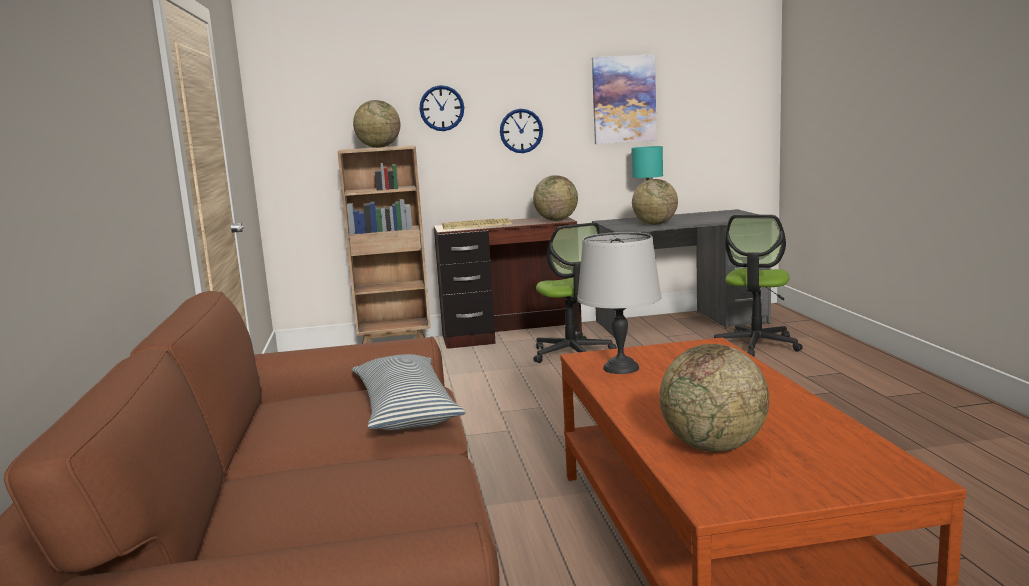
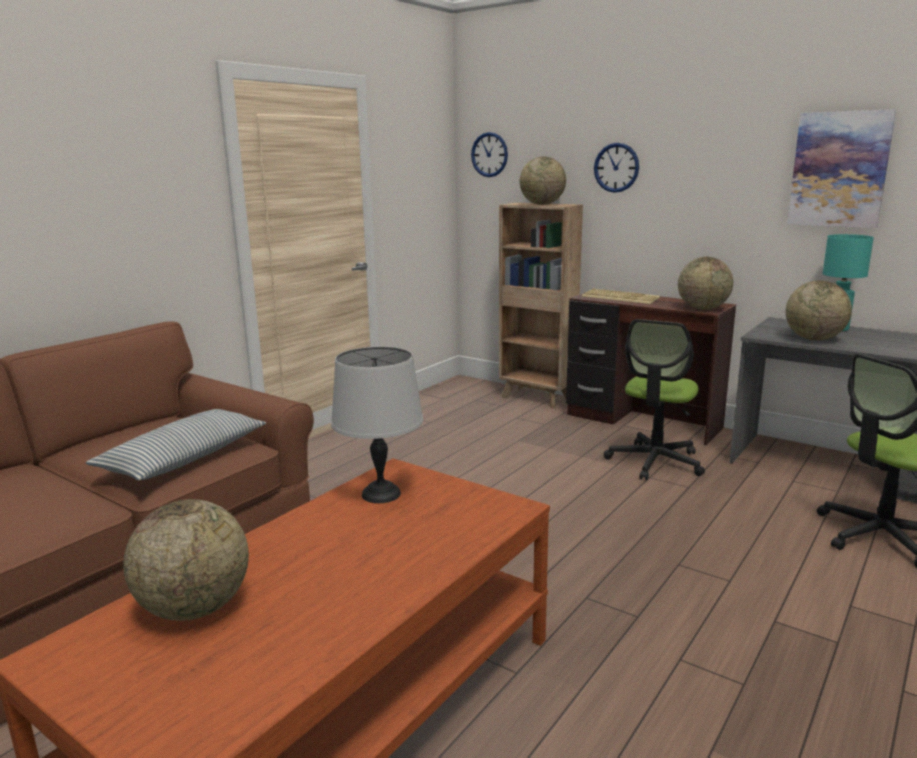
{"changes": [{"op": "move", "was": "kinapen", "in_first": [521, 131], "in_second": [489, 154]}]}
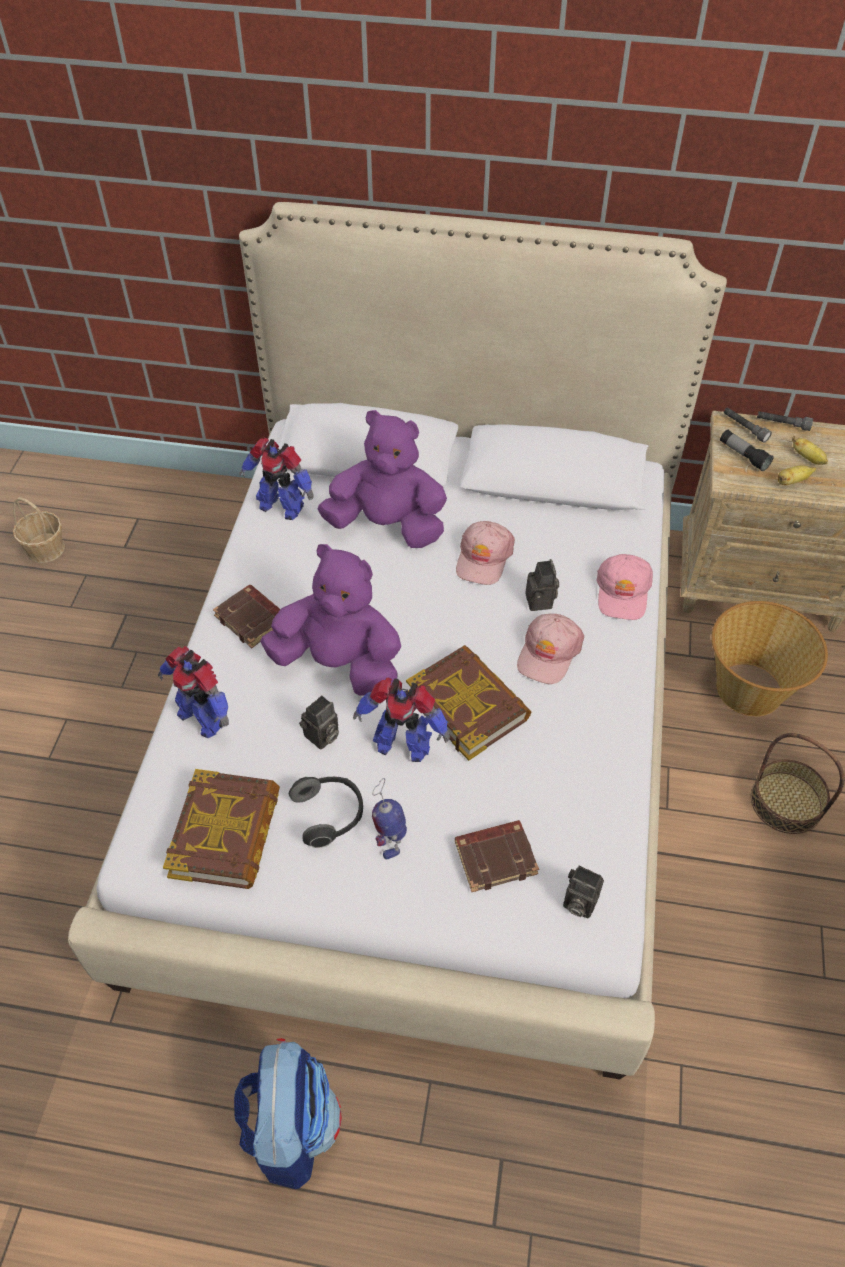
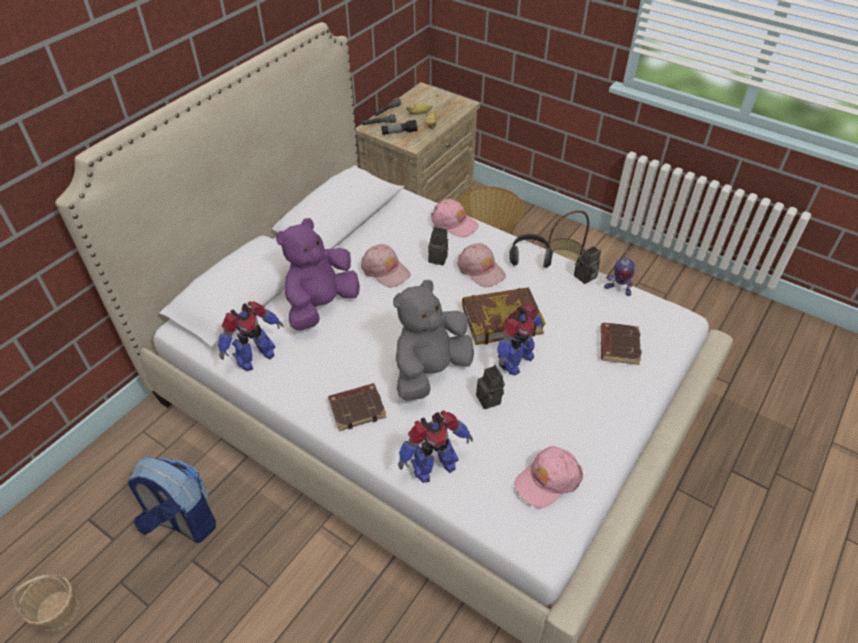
{"changes": [{"op": "recolor", "was": "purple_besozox", "now": "grey_besozox", "in_first": [339, 663], "in_second": [430, 371]}, {"op": "replace", "was": "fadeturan", "now": "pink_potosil", "in_first": [226, 834], "in_second": [547, 480]}, {"op": "move", "was": "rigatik", "in_first": [330, 815], "in_second": [530, 257]}, {"op": "move", "was": "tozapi", "in_first": [390, 838], "in_second": [617, 289]}, {"op": "move", "was": "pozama", "in_first": [578, 902], "in_second": [585, 277]}, {"op": "move", "was": "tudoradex", "in_first": [291, 1127], "in_second": [181, 521]}]}
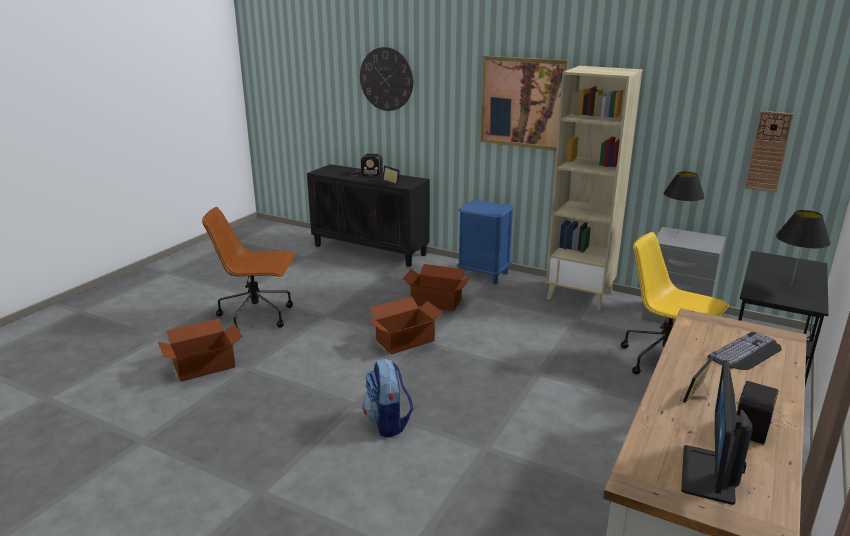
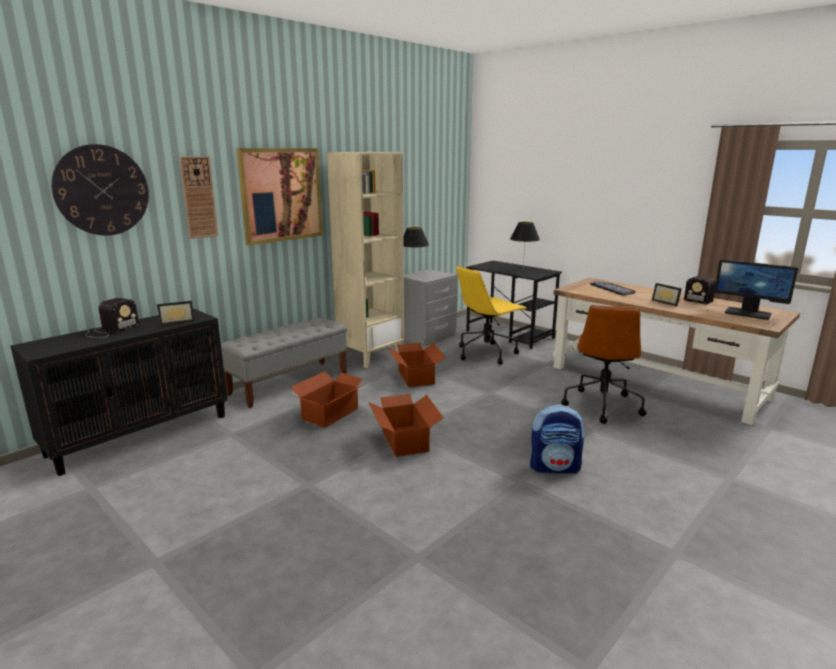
{"changes": [{"op": "move", "was": "kinapen", "in_first": [768, 151], "in_second": [199, 197]}, {"op": "replace", "was": "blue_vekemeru", "now": "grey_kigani", "in_first": [483, 274], "in_second": [289, 383]}, {"op": "move", "was": "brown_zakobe", "in_first": [257, 316], "in_second": [601, 405]}, {"op": "move", "was": "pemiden", "in_first": [204, 366], "in_second": [415, 377]}]}
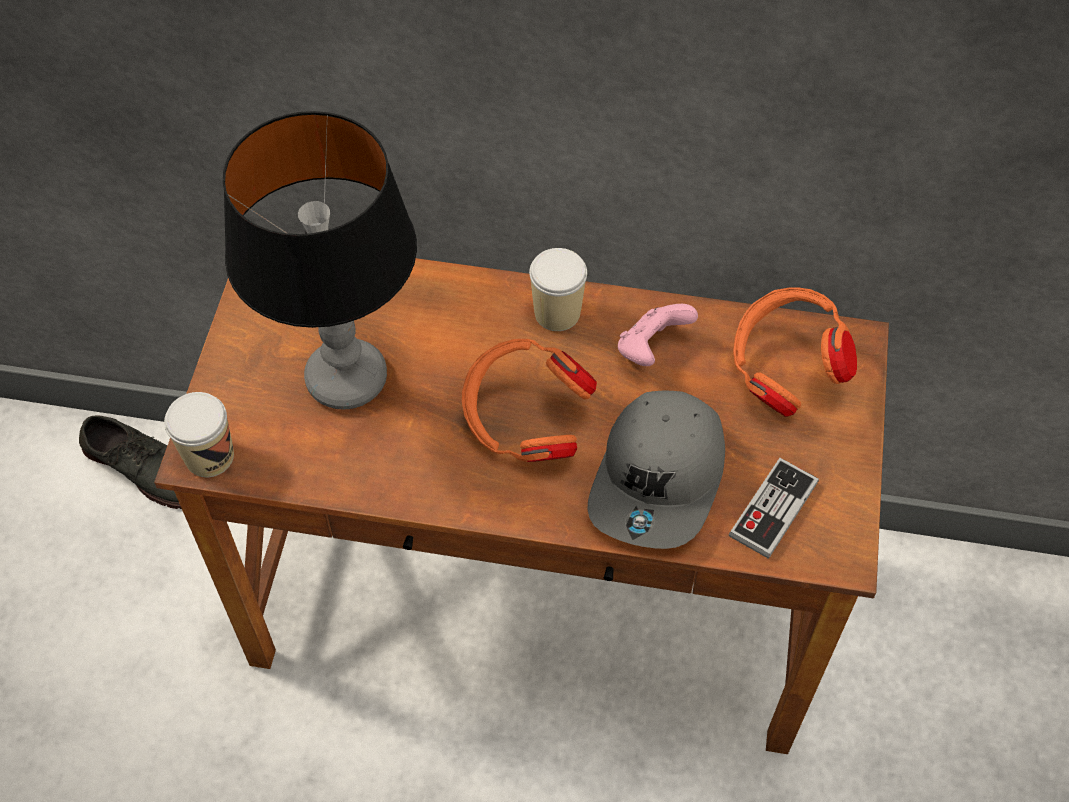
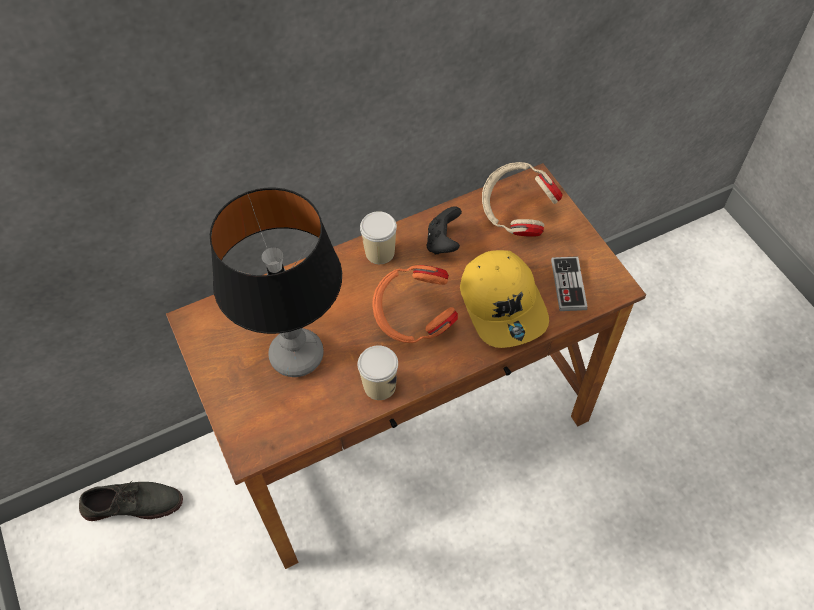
{"changes": [{"op": "recolor", "was": "orange_rigatik", "now": "beige_rigatik", "in_first": [784, 372], "in_second": [516, 215]}, {"op": "recolor", "was": "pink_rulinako", "now": "black_rulinako", "in_first": [651, 349], "in_second": [443, 242]}, {"op": "recolor", "was": "grey_potosil", "now": "yellow_potosil", "in_first": [659, 479], "in_second": [503, 304]}, {"op": "move", "was": "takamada", "in_first": [209, 456], "in_second": [379, 386]}]}
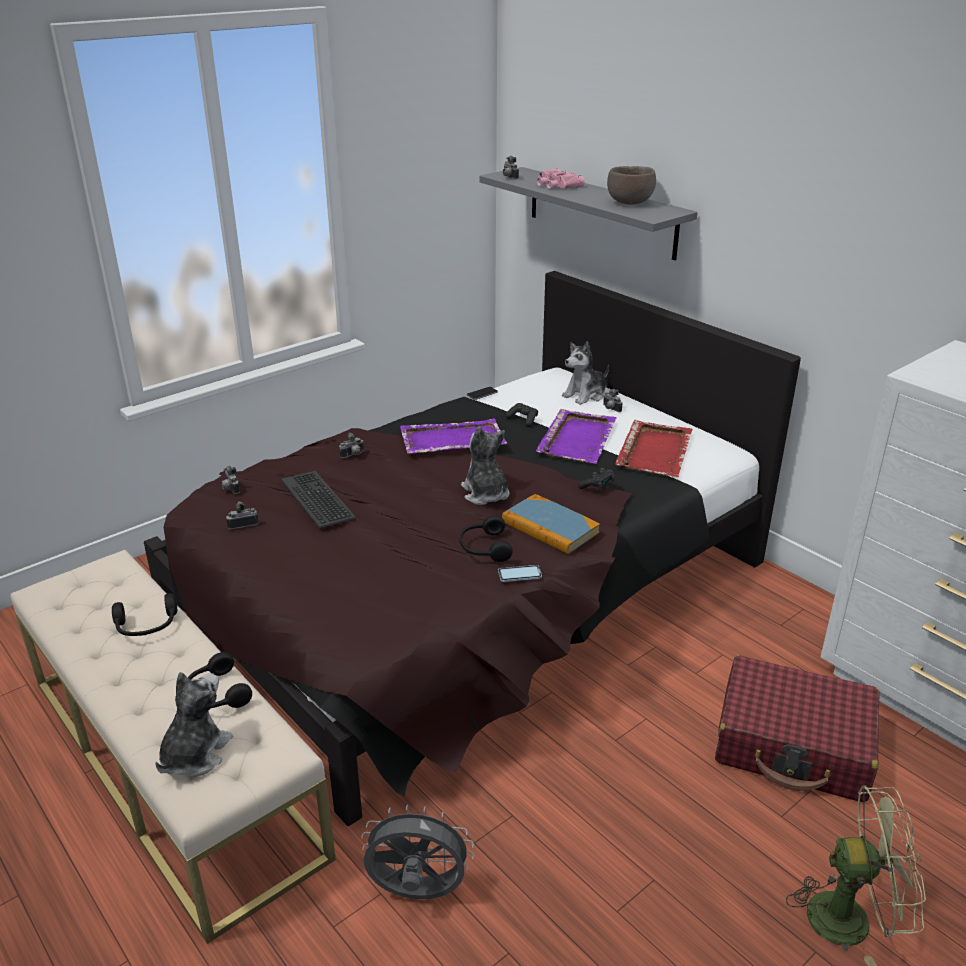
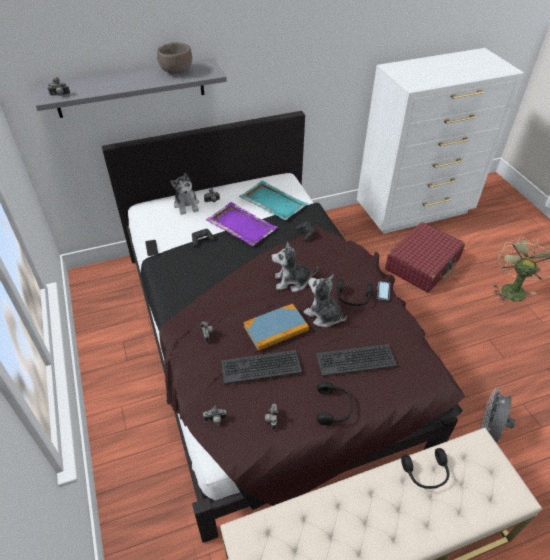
{"changes": [{"op": "delete", "was": "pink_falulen", "in_first": [557, 185]}, {"op": "delete", "was": "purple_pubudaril", "in_first": [451, 440]}, {"op": "recolor", "was": "red_pubudaril", "now": "turquoise_pubudaril", "in_first": [655, 451], "in_second": [273, 202]}, {"op": "move", "was": "fadeturan", "in_first": [550, 527], "in_second": [276, 329]}, {"op": "move", "was": "black_rigatik", "in_first": [146, 626], "in_second": [334, 407]}, {"op": "move", "was": "besozox", "in_first": [194, 754], "in_second": [323, 315]}, {"op": "insert", "now": "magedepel", "in_second": [355, 360]}]}
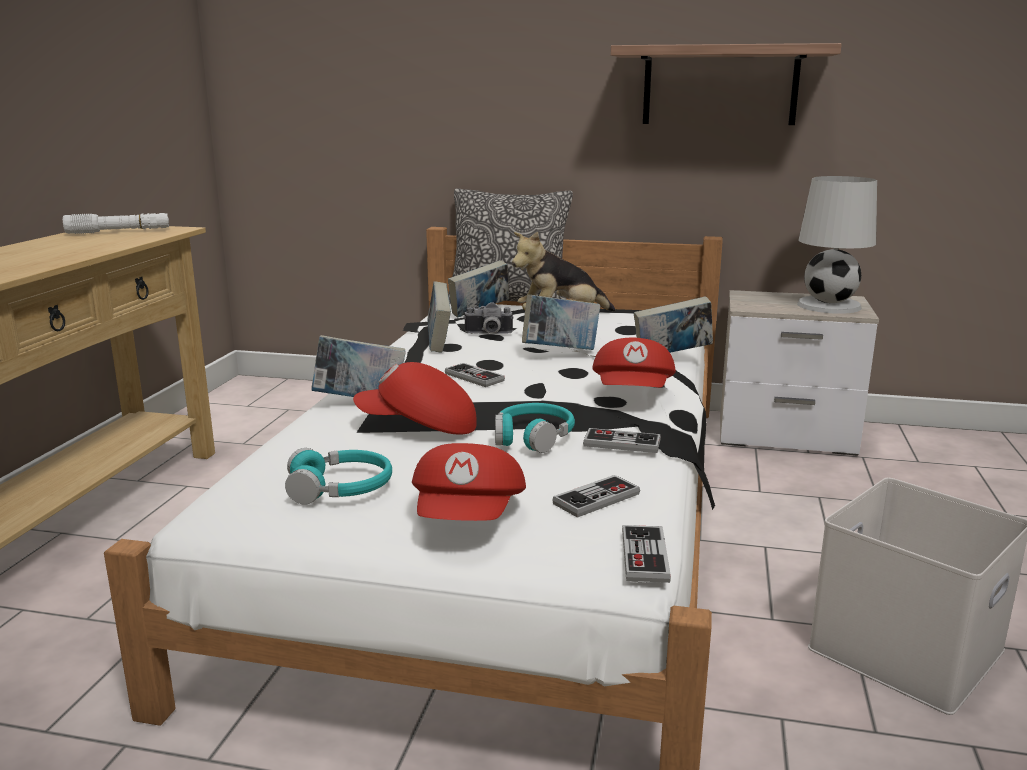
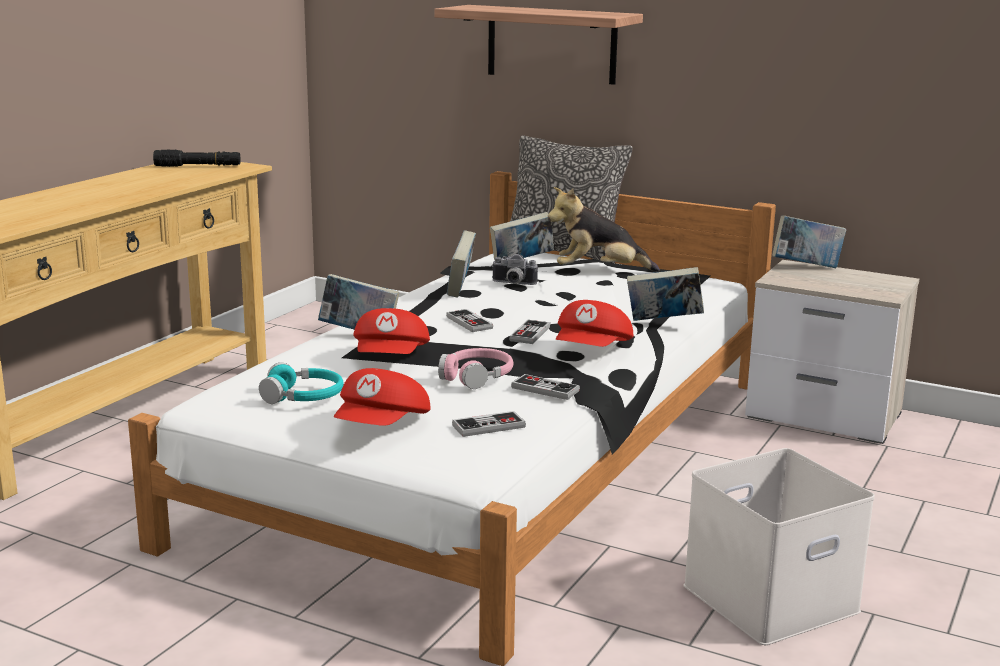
{"changes": [{"op": "move", "was": "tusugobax", "in_first": [720, 86], "in_second": [551, 44]}, {"op": "delete", "was": "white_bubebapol", "in_first": [829, 306]}, {"op": "recolor", "was": "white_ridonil", "now": "black_ridonil", "in_first": [119, 232], "in_second": [198, 166]}, {"op": "move", "was": "fadeturan", "in_first": [560, 351], "in_second": [806, 267]}, {"op": "rotate", "was": "red_potosil", "in_first": [418, 428], "in_second": [392, 359], "clockwise": -105}, {"op": "recolor", "was": "turquoise_rigatik", "now": "pink_rigatik", "in_first": [533, 437], "in_second": [476, 377]}, {"op": "move", "was": "rulinako", "in_first": [644, 556], "in_second": [530, 334]}]}
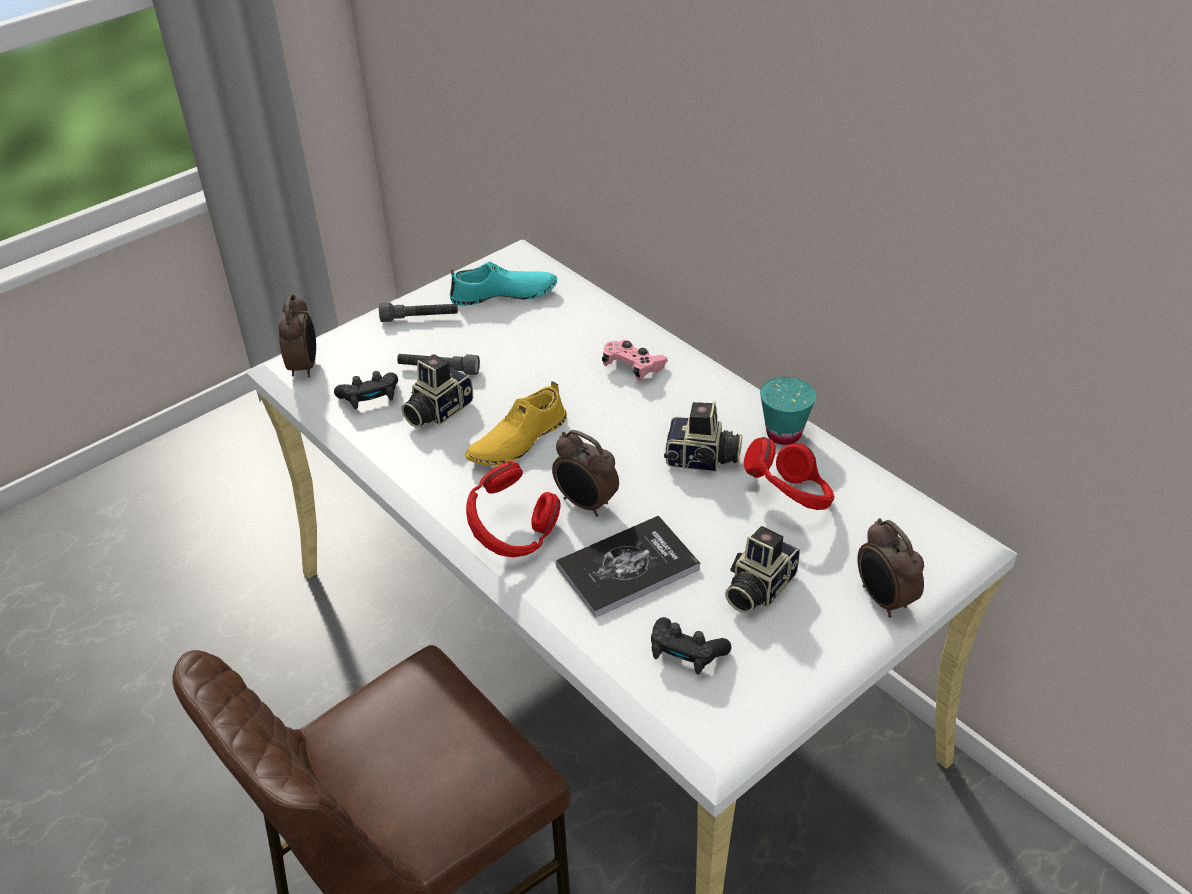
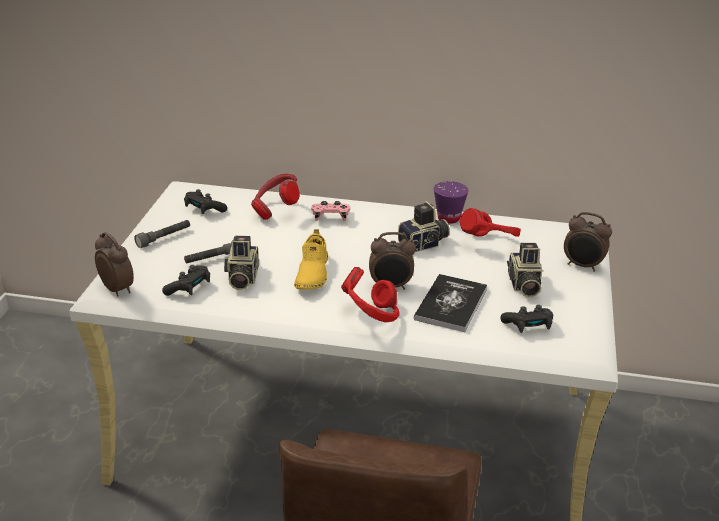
{"changes": [{"op": "replace", "was": "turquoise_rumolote", "now": "black_rulinako", "in_first": [504, 295], "in_second": [204, 209]}, {"op": "recolor", "was": "turquoise_takamada", "now": "purple_takamada", "in_first": [783, 434], "in_second": [448, 218]}, {"op": "insert", "now": "red_rigatik", "in_second": [275, 210]}]}
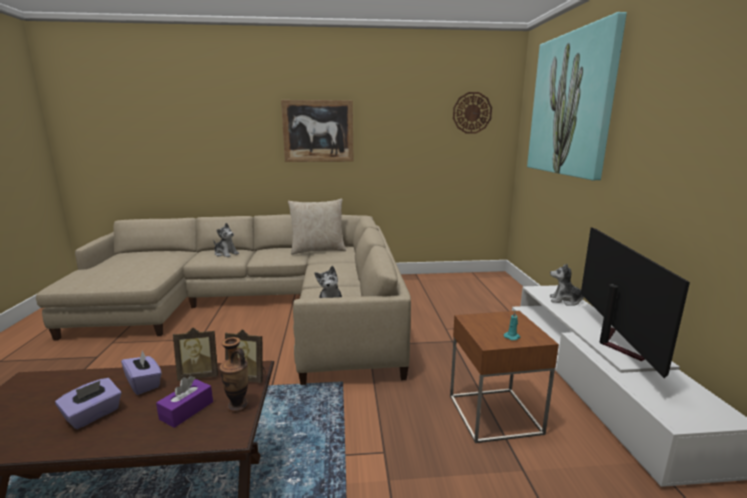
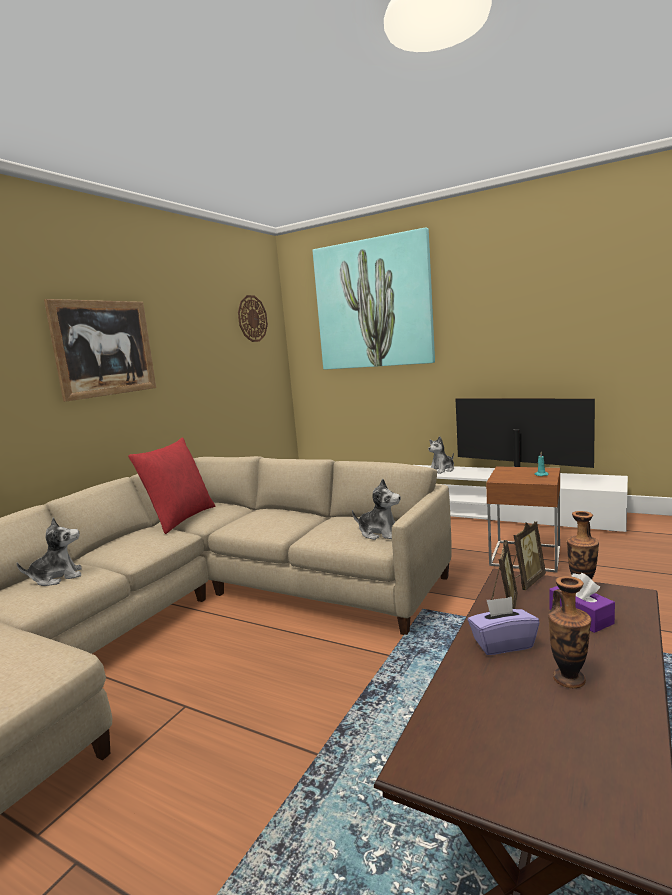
{"changes": [{"op": "recolor", "was": "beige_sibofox", "now": "red_sibofox", "in_first": [318, 250], "in_second": [180, 519]}, {"op": "replace", "was": "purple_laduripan", "now": "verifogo", "in_first": [93, 415], "in_second": [569, 679]}]}
